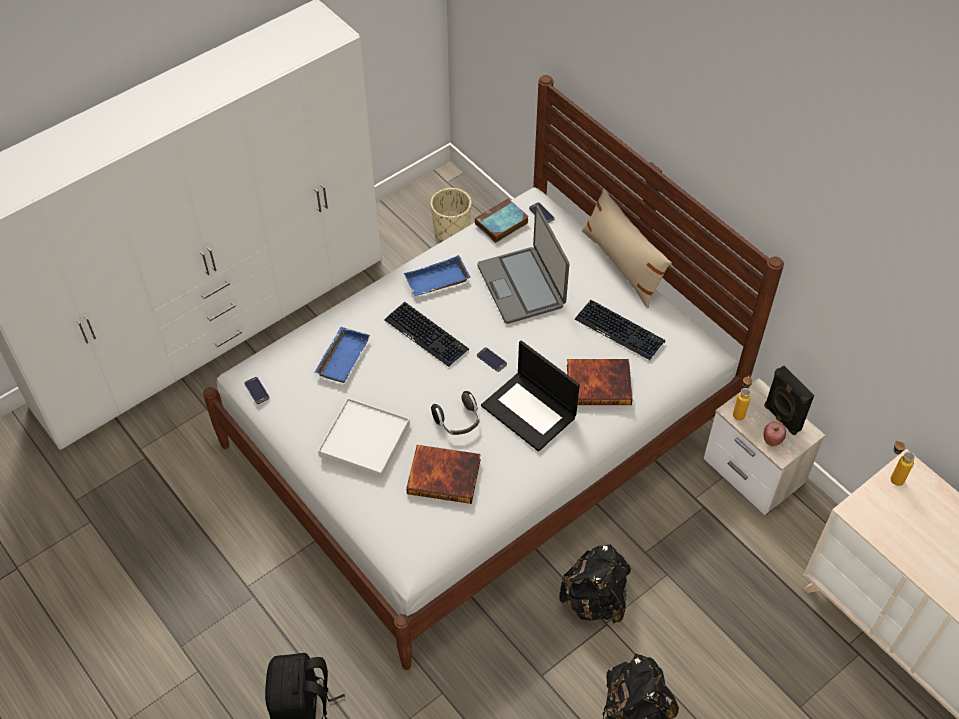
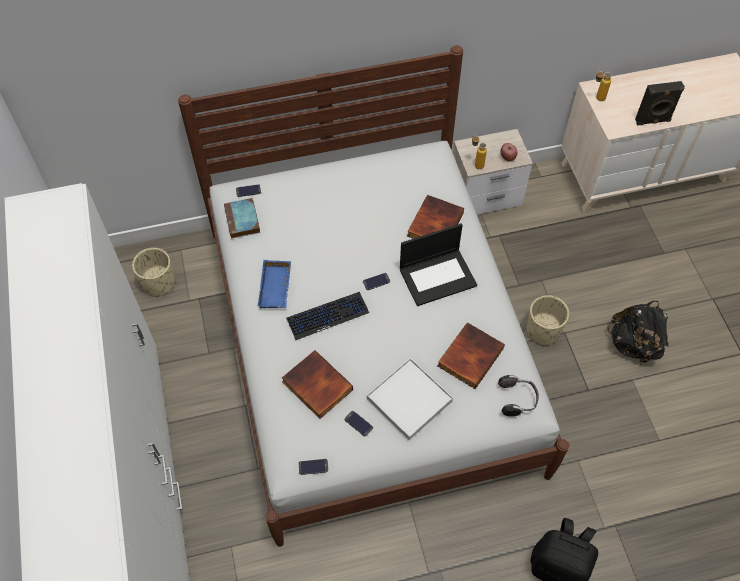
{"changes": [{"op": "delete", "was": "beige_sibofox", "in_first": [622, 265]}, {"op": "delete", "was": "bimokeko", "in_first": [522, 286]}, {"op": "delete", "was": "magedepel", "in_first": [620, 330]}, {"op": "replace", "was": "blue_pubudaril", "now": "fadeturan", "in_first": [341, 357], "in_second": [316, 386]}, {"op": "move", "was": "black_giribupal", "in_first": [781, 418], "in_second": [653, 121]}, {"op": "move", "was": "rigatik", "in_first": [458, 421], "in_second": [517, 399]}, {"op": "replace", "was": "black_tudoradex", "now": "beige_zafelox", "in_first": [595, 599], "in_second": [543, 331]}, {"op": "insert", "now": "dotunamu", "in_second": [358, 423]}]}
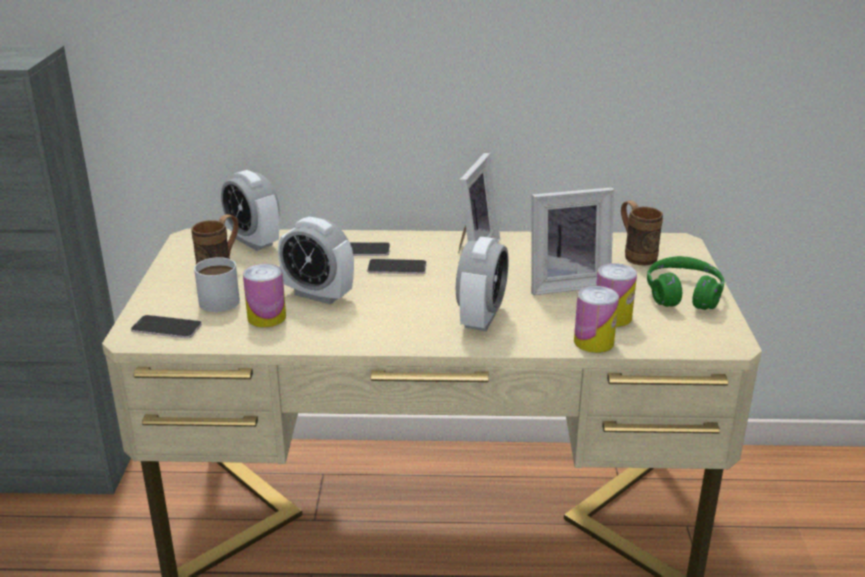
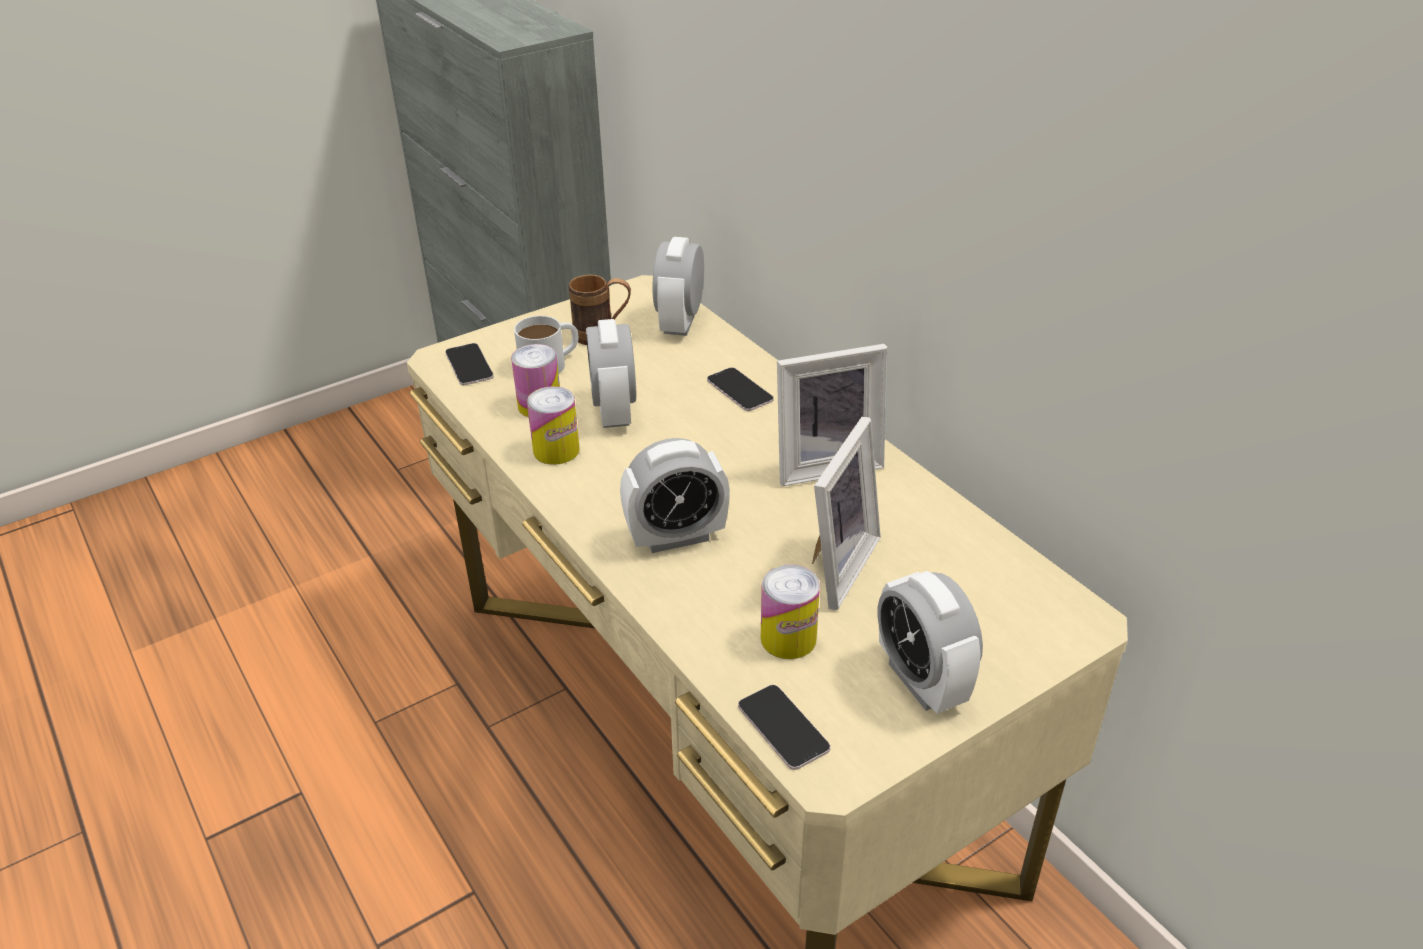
{"changes": [{"op": "rotate", "was": "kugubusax", "in_first": [566, 283], "in_second": [834, 565], "clockwise": -105}, {"op": "delete", "was": "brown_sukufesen", "in_first": [635, 255]}, {"op": "replace", "was": "green_rigatik", "now": "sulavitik", "in_first": [683, 295], "in_second": [921, 681]}, {"op": "move", "was": "dotunamu", "in_first": [397, 268], "in_second": [783, 727]}, {"op": "move", "was": "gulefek", "in_first": [593, 342], "in_second": [556, 450]}]}
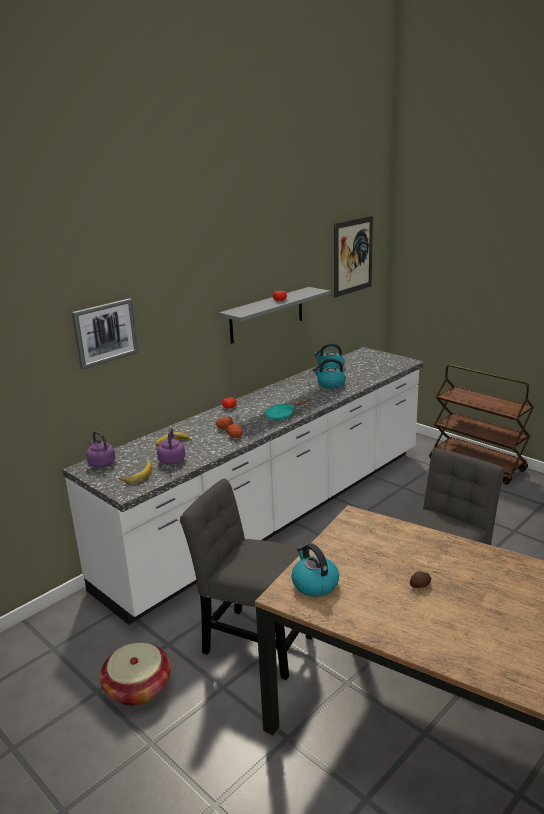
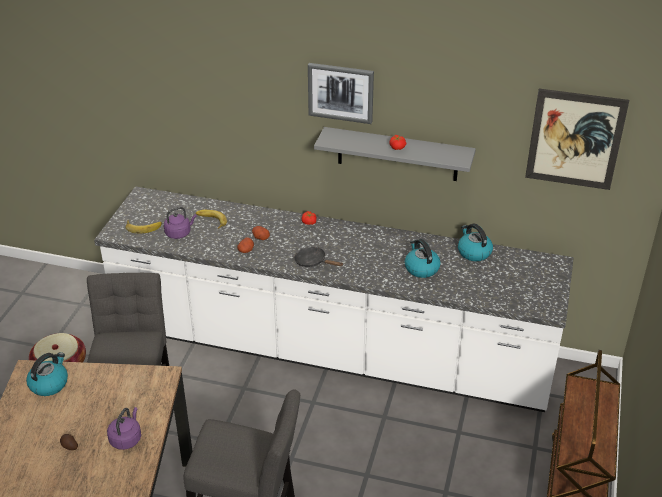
{"changes": [{"op": "move", "was": "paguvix", "in_first": [105, 332], "in_second": [341, 92]}, {"op": "recolor", "was": "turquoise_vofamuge", "now": "black_vofamuge", "in_first": [282, 415], "in_second": [313, 262]}, {"op": "move", "was": "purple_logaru", "in_first": [101, 463], "in_second": [126, 438]}]}
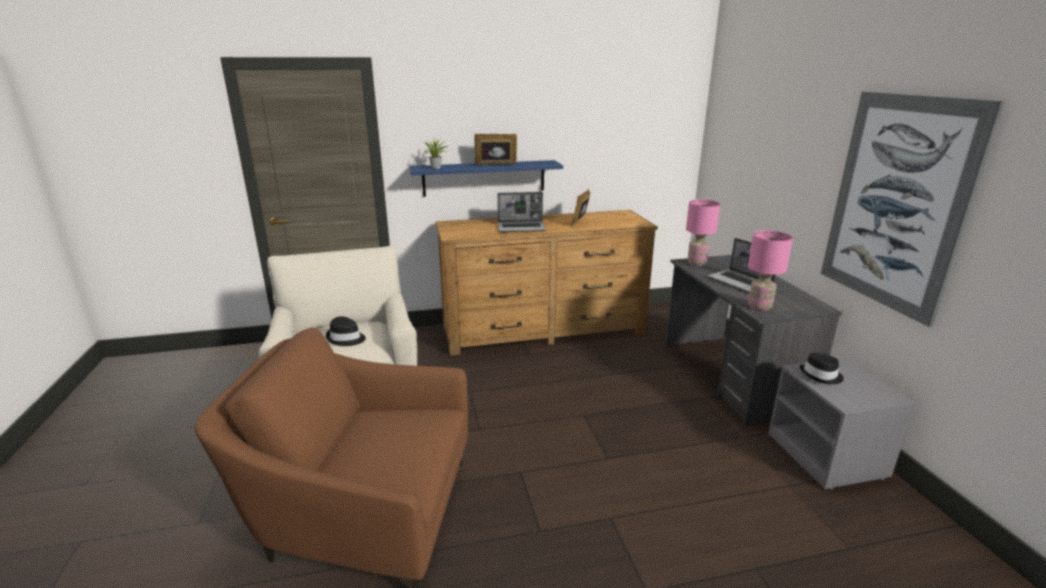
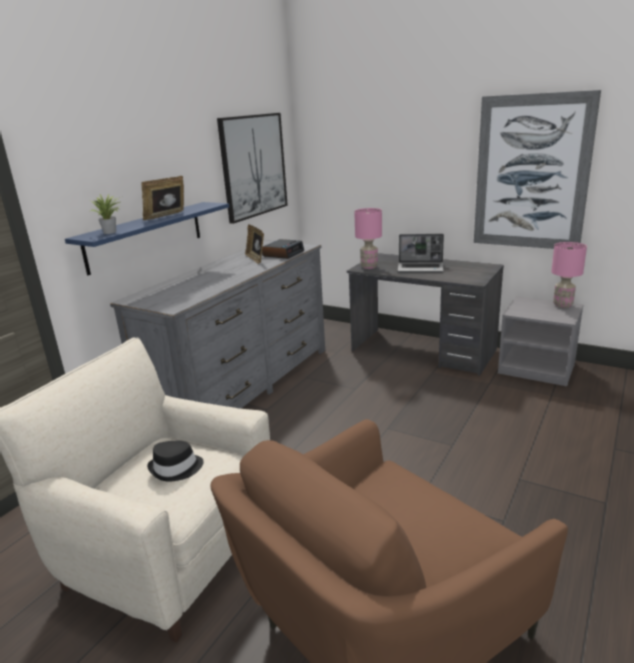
{"changes": [{"op": "delete", "was": "bimokeko", "in_first": [522, 228]}, {"op": "recolor", "was": "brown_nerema", "now": "grey_nerema", "in_first": [543, 330], "in_second": [244, 386]}, {"op": "move", "was": "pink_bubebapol", "in_first": [759, 307], "in_second": [562, 305]}, {"op": "delete", "was": "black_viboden", "in_first": [821, 375]}, {"op": "insert", "now": "paguvix", "in_second": [253, 166]}, {"op": "insert", "now": "sulavitik", "in_second": [283, 253]}]}
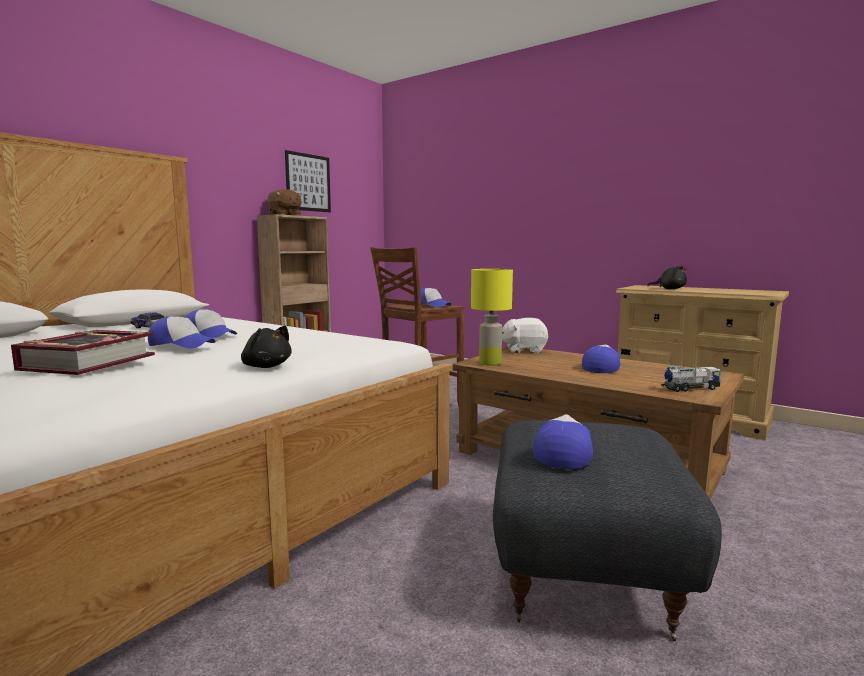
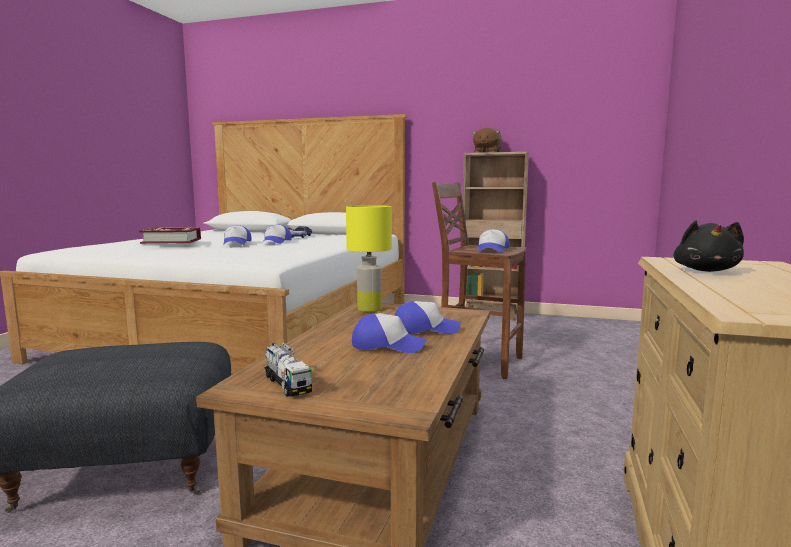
{"changes": [{"op": "delete", "was": "paguvix", "in_first": [308, 182]}, {"op": "delete", "was": "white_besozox", "in_first": [523, 351]}, {"op": "delete", "was": "black_besozox", "in_first": [266, 366]}, {"op": "move", "was": "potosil", "in_first": [563, 452], "in_second": [425, 330]}]}
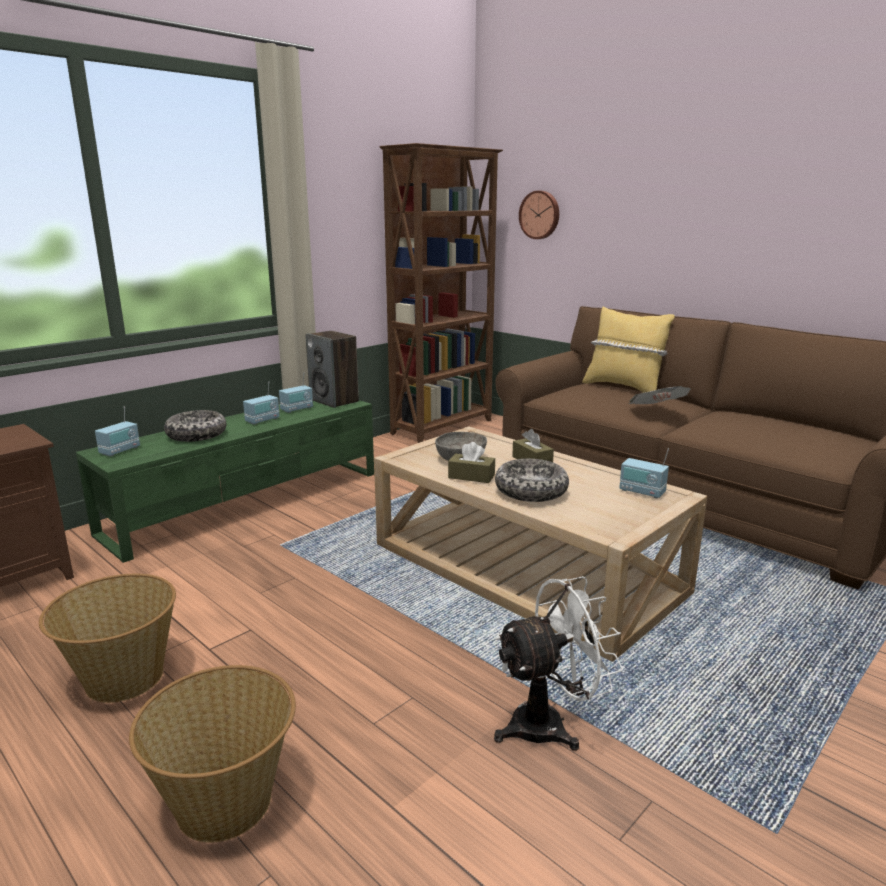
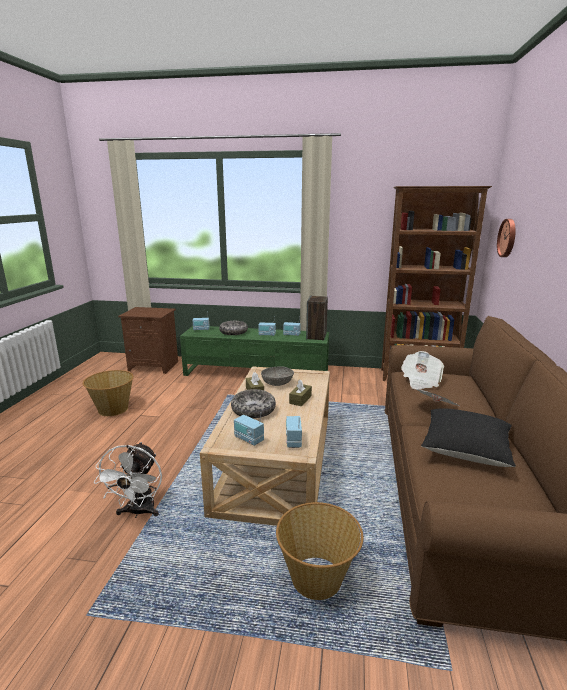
{"changes": [{"op": "delete", "was": "yellow_sibofox", "in_first": [623, 387]}, {"op": "rotate", "was": "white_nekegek", "in_first": [549, 724], "in_second": [138, 512], "clockwise": 60}, {"op": "move", "was": "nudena", "in_first": [226, 801], "in_second": [317, 578]}, {"op": "insert", "now": "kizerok", "in_second": [420, 381]}, {"op": "insert", "now": "black_sibofox", "in_second": [465, 450]}, {"op": "insert", "now": "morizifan", "in_second": [248, 439]}]}
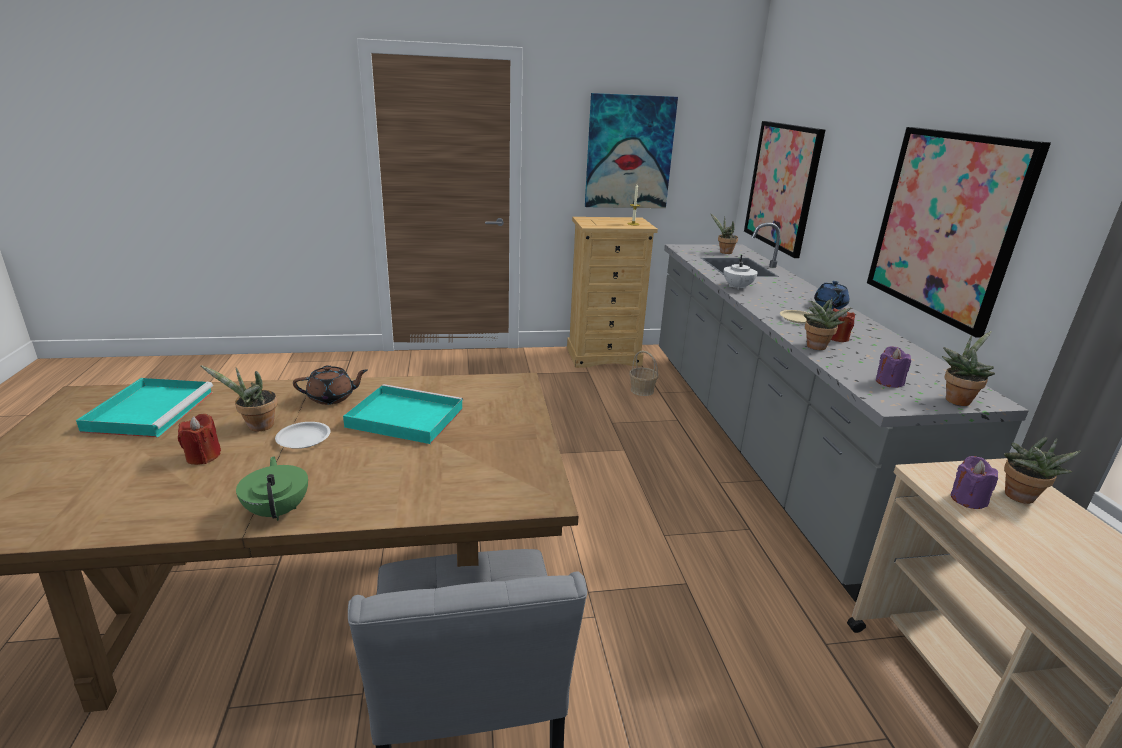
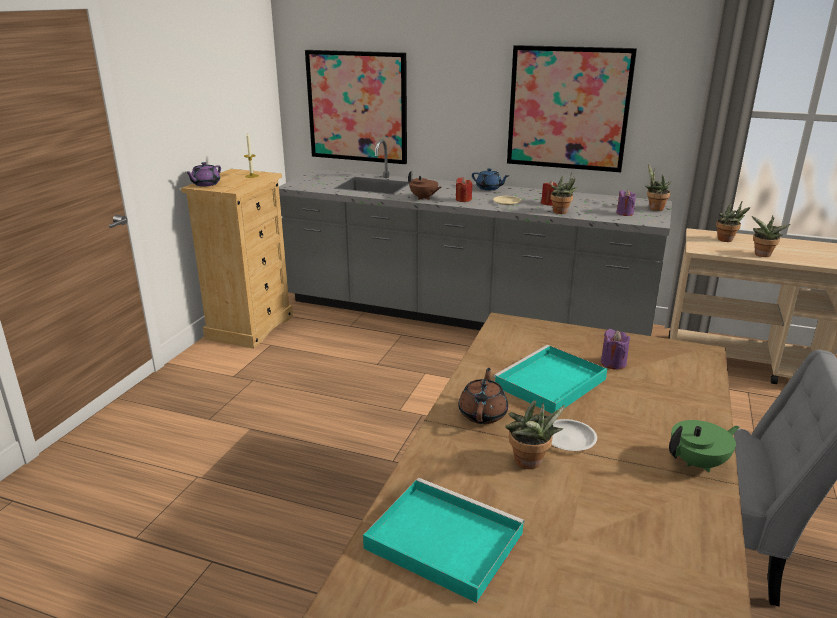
{"changes": [{"op": "delete", "was": "paguvix", "in_first": [629, 152]}, {"op": "move", "was": "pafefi", "in_first": [723, 252], "in_second": [762, 255]}, {"op": "recolor", "was": "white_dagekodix", "now": "brown_dagekodix", "in_first": [737, 287], "in_second": [423, 198]}, {"op": "delete", "was": "nudena", "in_first": [642, 390]}, {"op": "move", "was": "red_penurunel", "in_first": [203, 456], "in_second": [463, 200]}, {"op": "rotate", "was": "green_dagekodix", "in_first": [278, 510], "in_second": [699, 463], "clockwise": 150}, {"op": "move", "was": "purple_penurunel", "in_first": [967, 499], "in_second": [613, 363]}, {"op": "insert", "now": "purple_dagekodix", "in_second": [205, 184]}]}
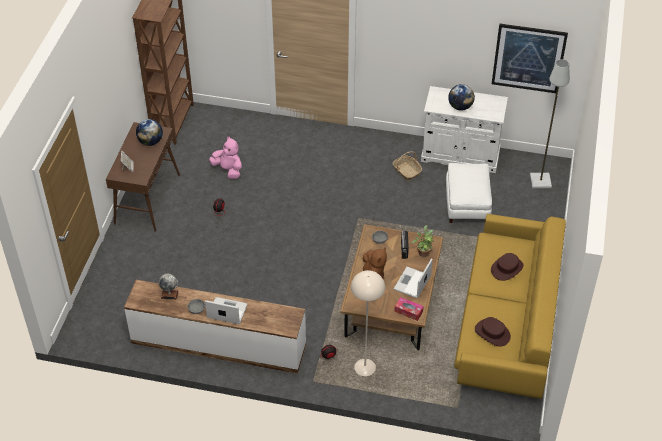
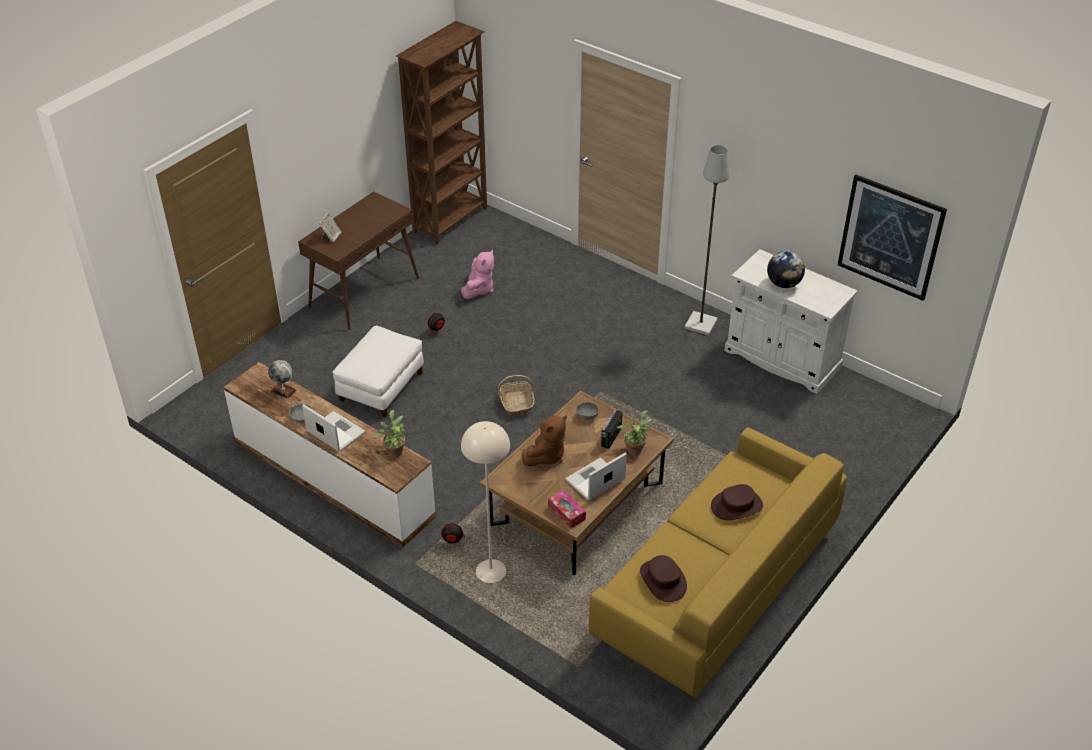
{"changes": [{"op": "move", "was": "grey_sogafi", "in_first": [541, 181], "in_second": [701, 324]}, {"op": "delete", "was": "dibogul", "in_first": [150, 142]}, {"op": "rotate", "was": "pink_besozox", "in_first": [228, 170], "in_second": [478, 289], "clockwise": 45}, {"op": "move", "was": "nudena", "in_first": [406, 171], "in_second": [517, 403]}, {"op": "move", "was": "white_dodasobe", "in_first": [466, 204], "in_second": [381, 386]}, {"op": "insert", "now": "pafefi", "in_second": [394, 451]}]}
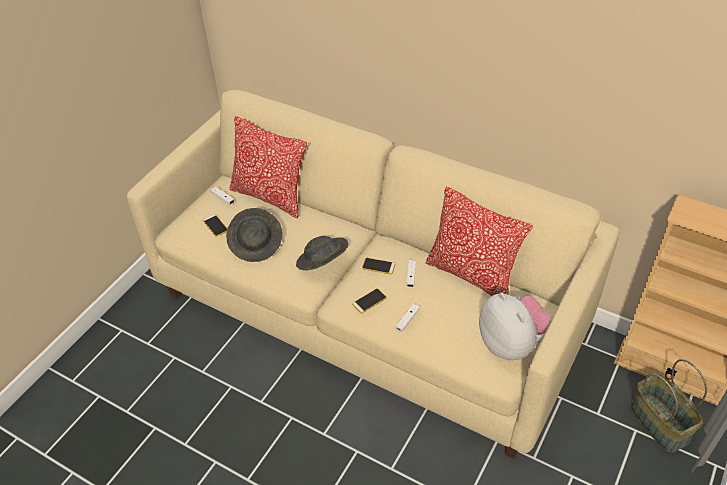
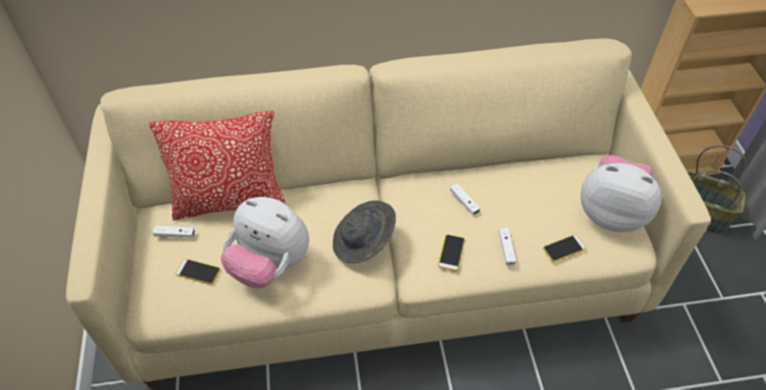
{"changes": [{"op": "delete", "was": "sibofox", "in_first": [472, 275]}, {"op": "replace", "was": "grey_viboden", "now": "besozox", "in_first": [256, 244], "in_second": [269, 264]}, {"op": "move", "was": "dotunamu", "in_first": [378, 266], "in_second": [564, 248]}]}
